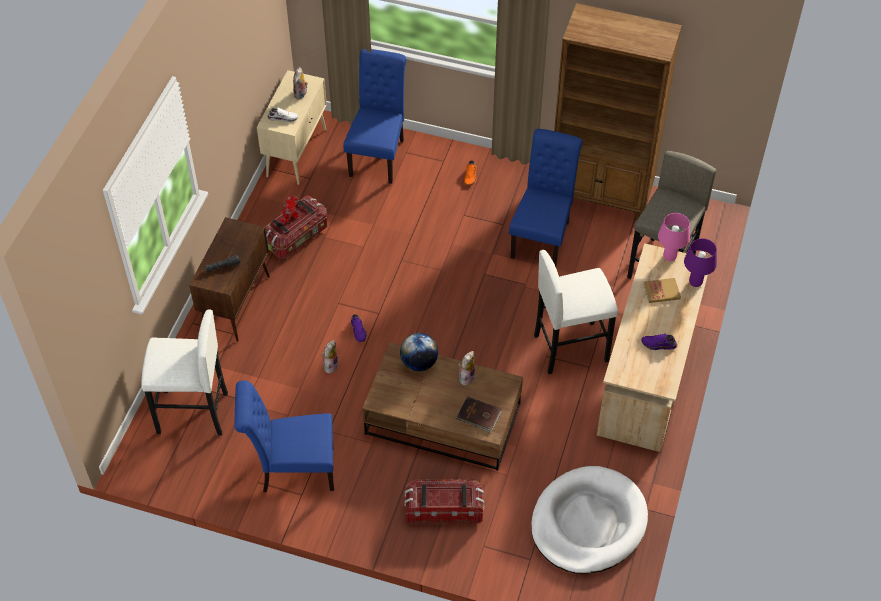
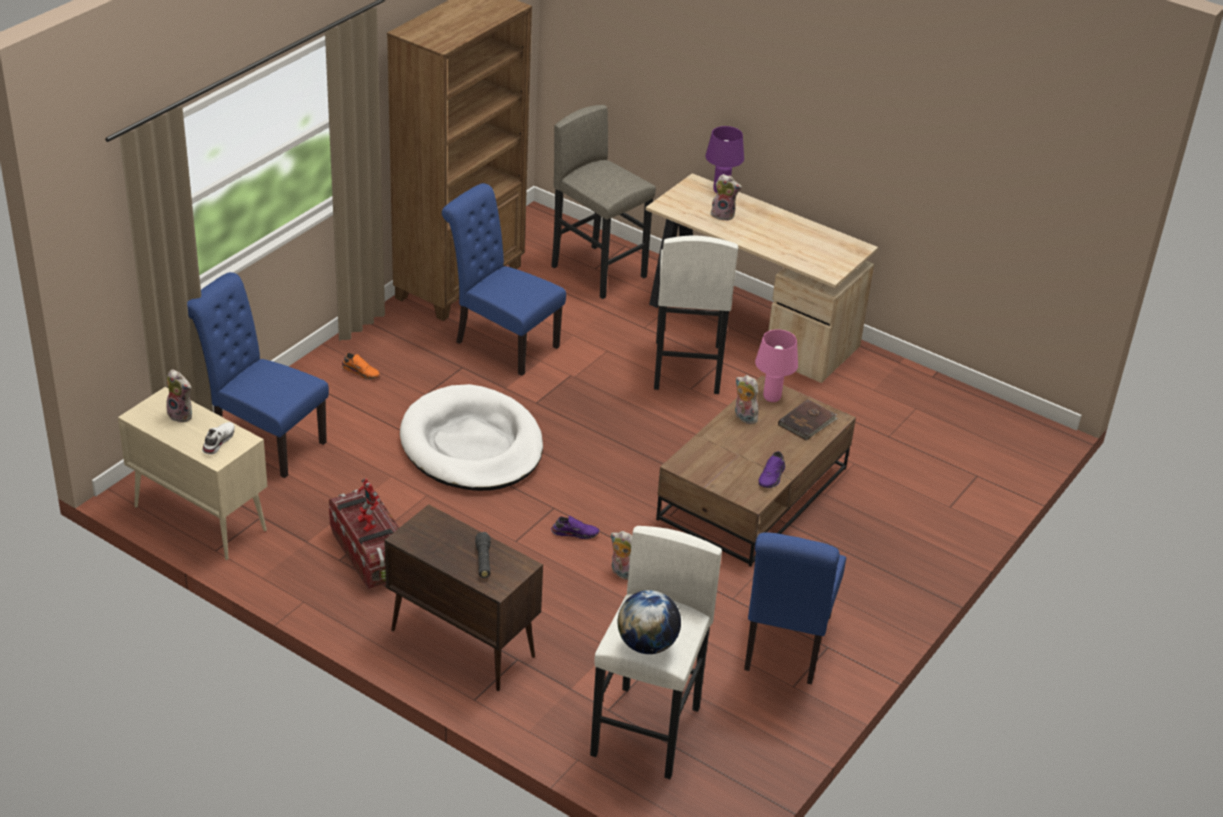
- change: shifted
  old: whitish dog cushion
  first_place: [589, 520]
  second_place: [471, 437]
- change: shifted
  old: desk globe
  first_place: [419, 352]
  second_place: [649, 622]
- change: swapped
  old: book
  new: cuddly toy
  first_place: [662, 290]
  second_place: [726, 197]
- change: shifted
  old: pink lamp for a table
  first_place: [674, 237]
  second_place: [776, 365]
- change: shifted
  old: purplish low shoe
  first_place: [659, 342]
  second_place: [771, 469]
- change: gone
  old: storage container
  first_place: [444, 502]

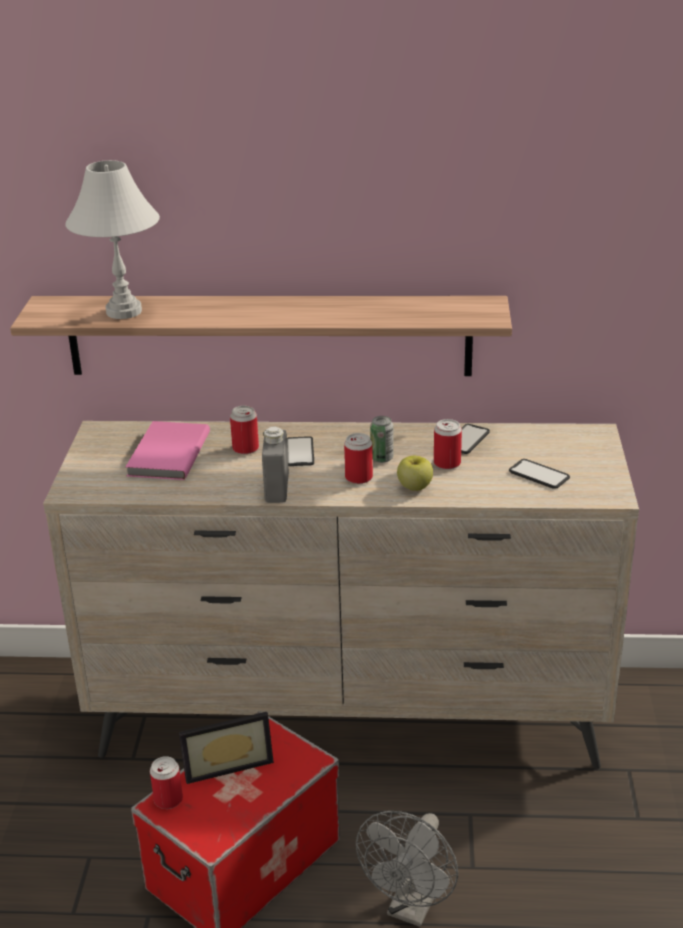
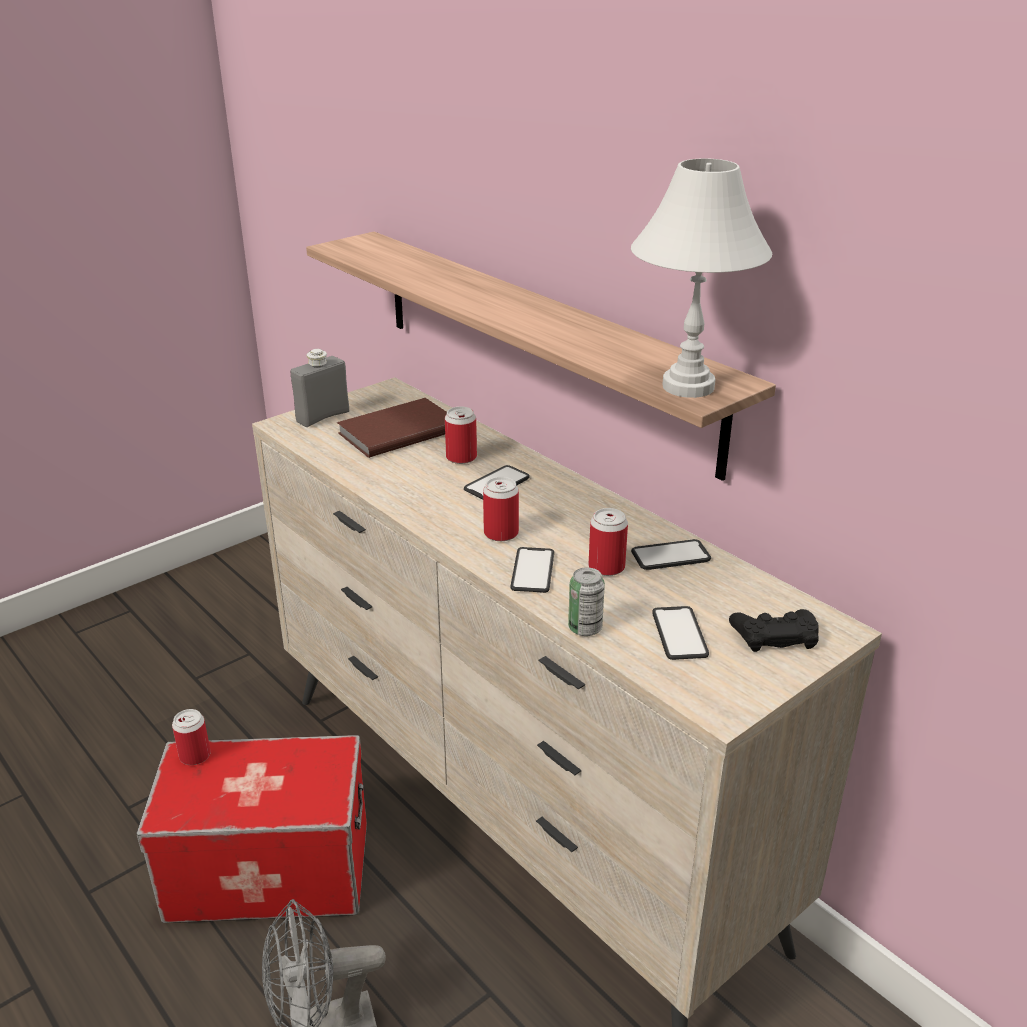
- change: shifted
  old: greyish bottle
  first_place: [275, 465]
  second_place: [320, 388]
- change: repainted
  old: pink book
  new: brownish book
  first_place: [168, 450]
  second_place: [392, 428]
- change: swapped
  old: apple
  new: telephone
  first_place: [415, 473]
  second_place: [532, 570]
- change: shifted
  old: metal can
  first_place: [382, 439]
  second_place: [586, 601]
- change: shifted
  old: whitish lamp for a table
  first_place: [112, 239]
  second_place: [701, 278]
- change: new
  new: black-coloured joypad
  second_place: [774, 630]
- change: gone
  old: picture frame
  first_place: [226, 748]

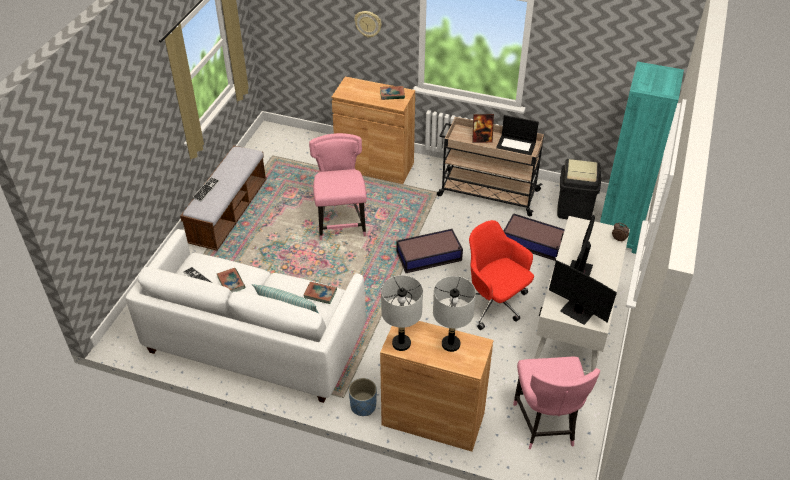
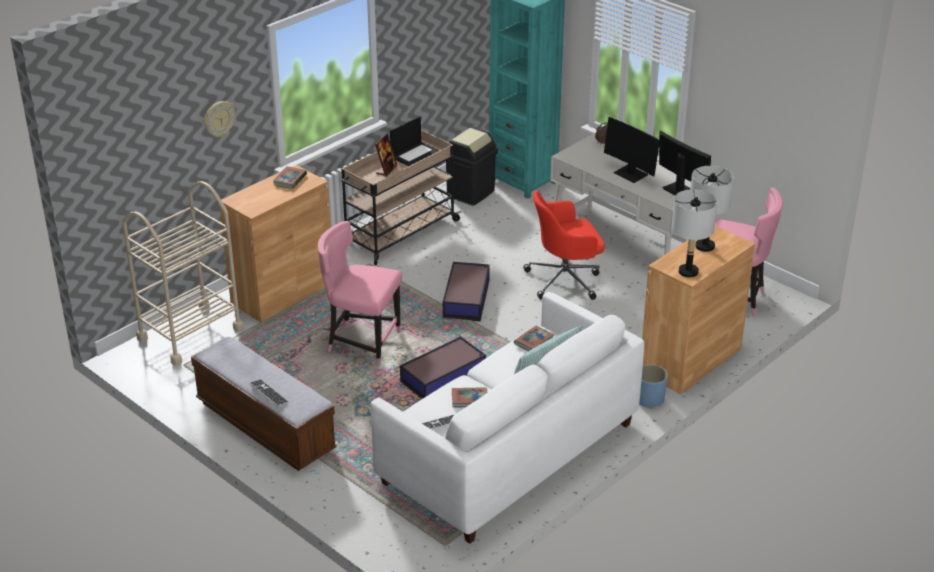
- change: new
  new: beige-coloured cart
  second_place: [183, 273]
- change: shifted
  old: storage container
  first_place: [534, 237]
  second_place: [443, 367]
- change: rotated
  old: monitor
  first_place: [583, 292]
  second_place: [685, 163]
  degrees: -105

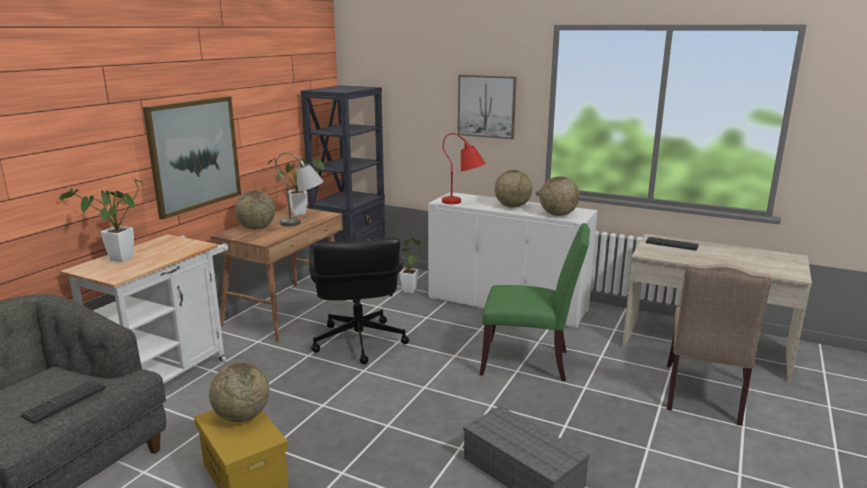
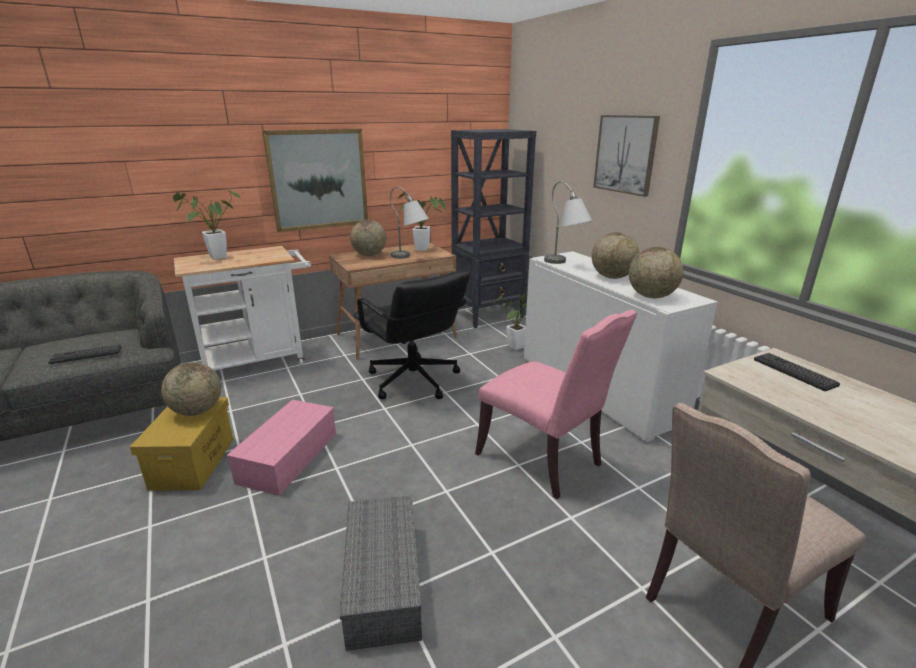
- change: new
  new: pink storage container
  second_place: [281, 448]
- change: rotated
  old: black-coloured computer chair
  first_place: [358, 301]
  second_place: [412, 334]
  degrees: -60
- change: repainted
  old: green-coloured plain chair
  new: pink plain chair
  first_place: [535, 302]
  second_place: [556, 404]
- change: repainted
  old: reddish lamp for a table
  new: greyish lamp for a table
  first_place: [464, 168]
  second_place: [568, 222]

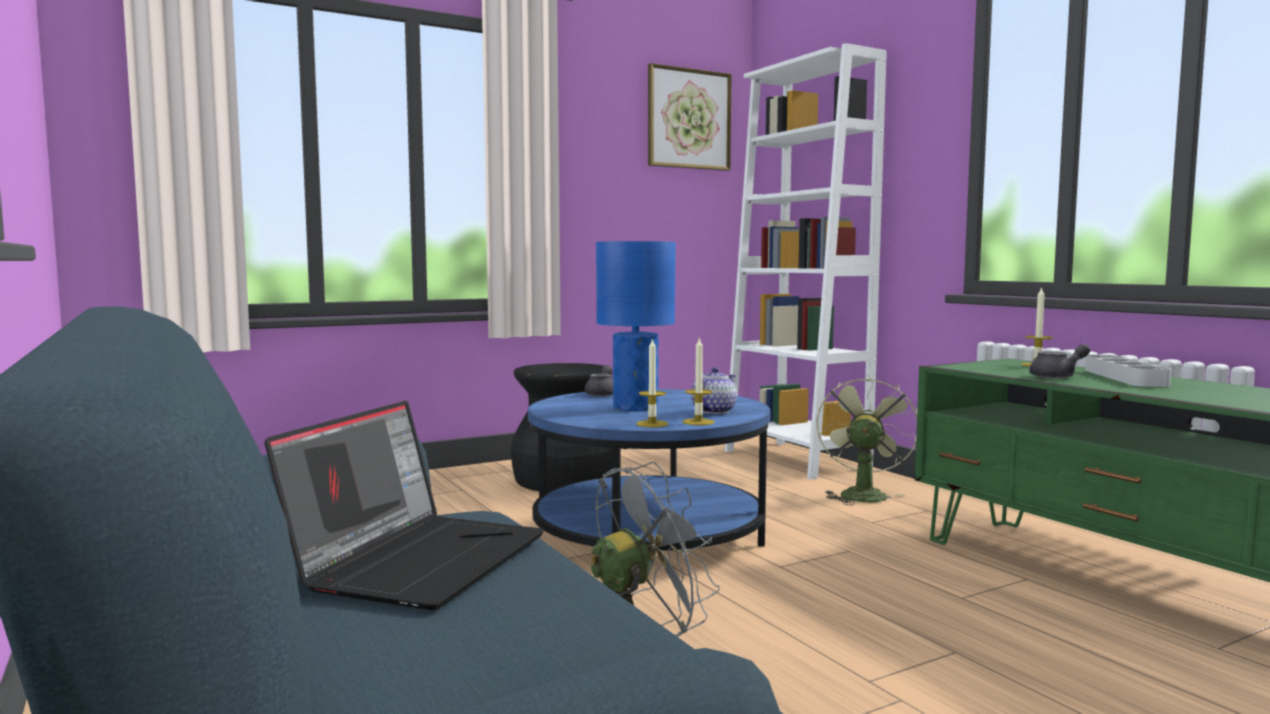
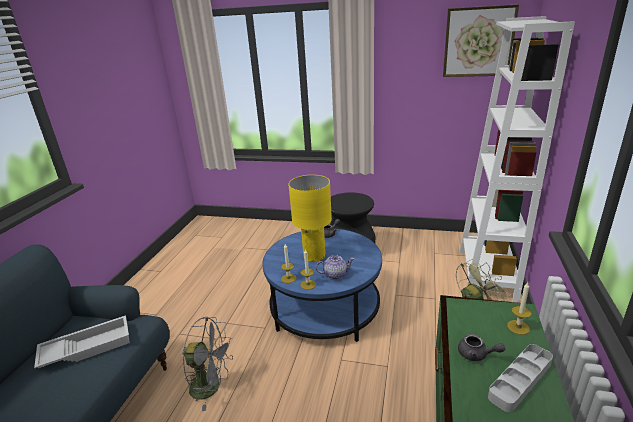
- change: swapped
  old: laptop
  new: whitish tray
  first_place: [404, 505]
  second_place: [82, 341]
- change: repainted
  old: blue lamp for a table
  new: yellowish lamp for a table
  first_place: [636, 326]
  second_place: [310, 218]

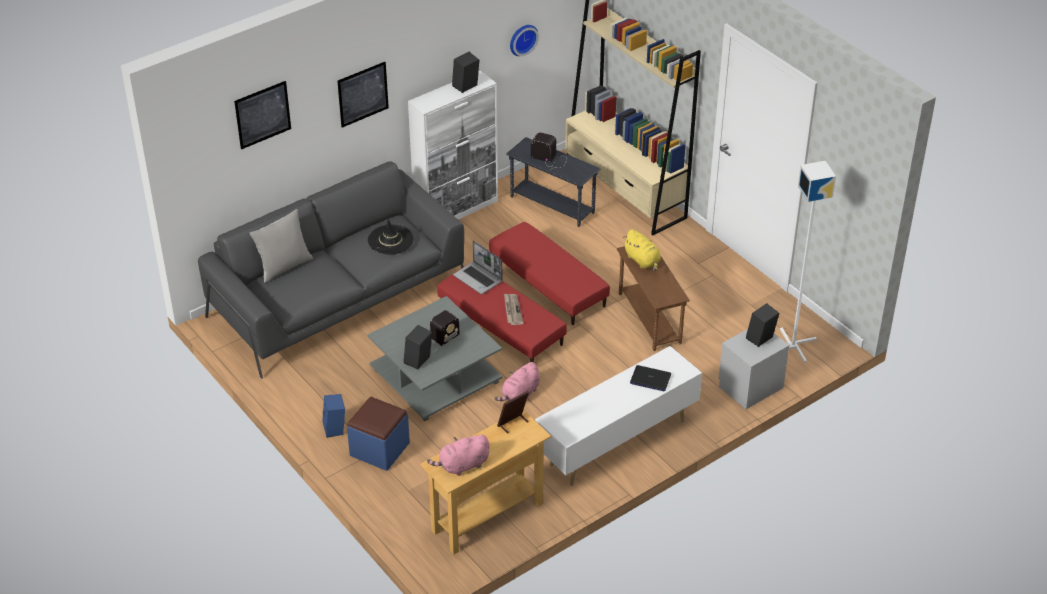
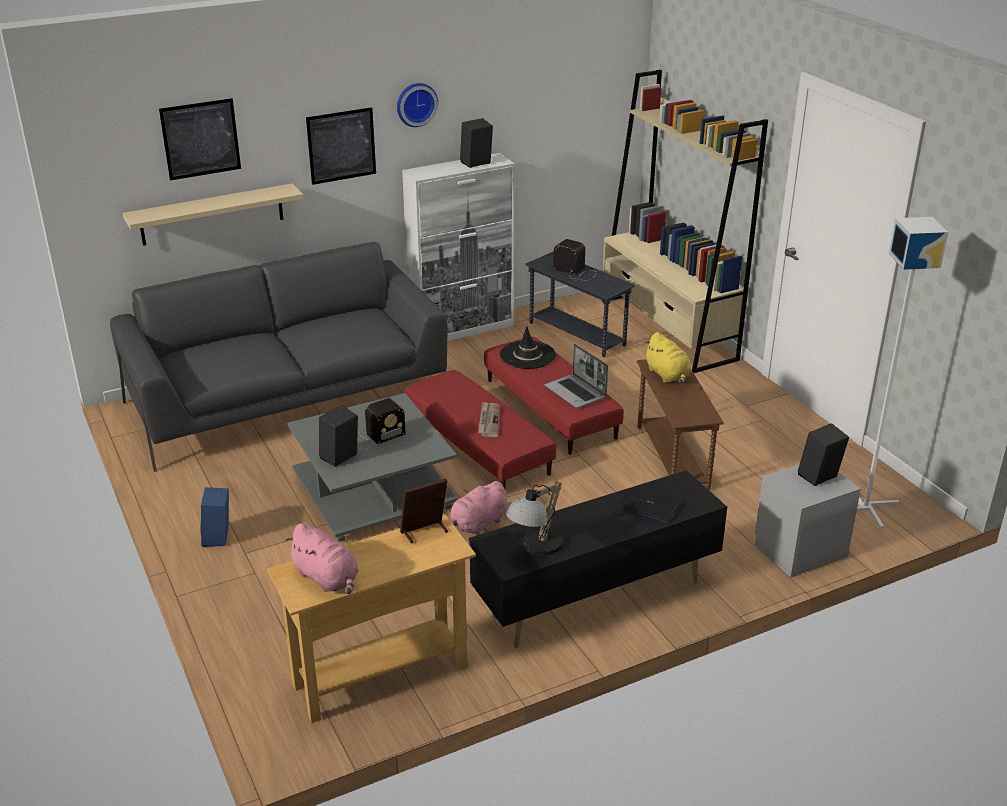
- change: new
  new: beige-coloured shelf
  second_place: [213, 214]
- change: rotated
  old: pink cuddly toy
  first_place: [458, 455]
  second_place: [322, 558]
  degrees: -120
- change: shifted
  old: wall clock
  first_place: [524, 40]
  second_place: [417, 105]
- change: repainted
  old: whitish tv stand
  new: black-coloured tv stand
  first_place: [618, 416]
  second_place: [598, 559]
- change: shifted
  old: black-coloured hat
  first_place: [391, 236]
  second_place: [528, 347]
- change: new
  new: lamp for a table
  second_place: [534, 518]
- change: shifted
  old: laptop
  first_place: [478, 267]
  second_place: [576, 376]
- change: gone
  old: greyish pillow
  first_place: [281, 246]
- change: gone
  old: blue footrest
  first_place: [378, 434]

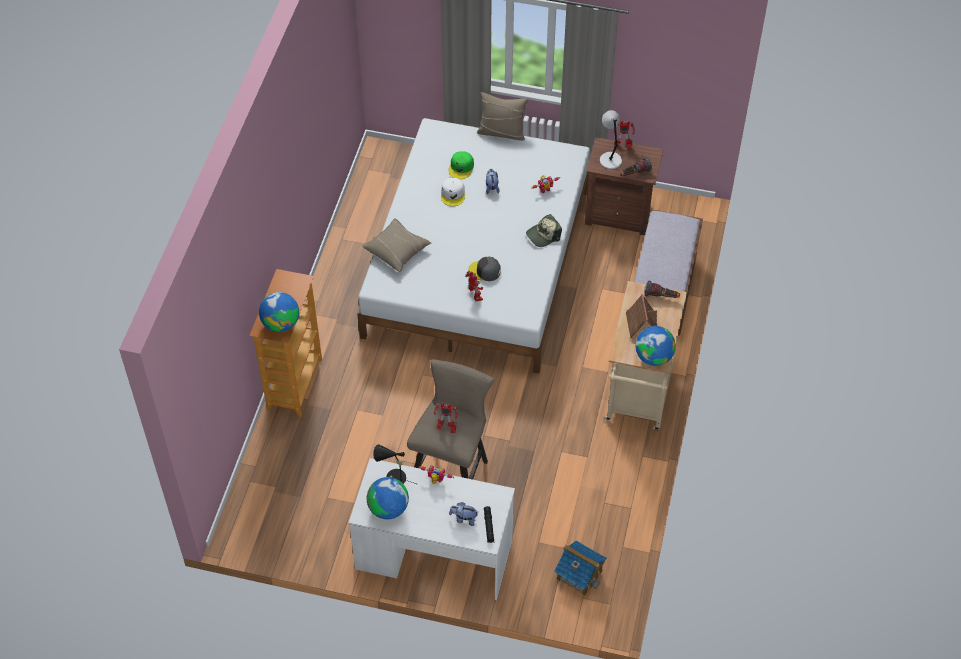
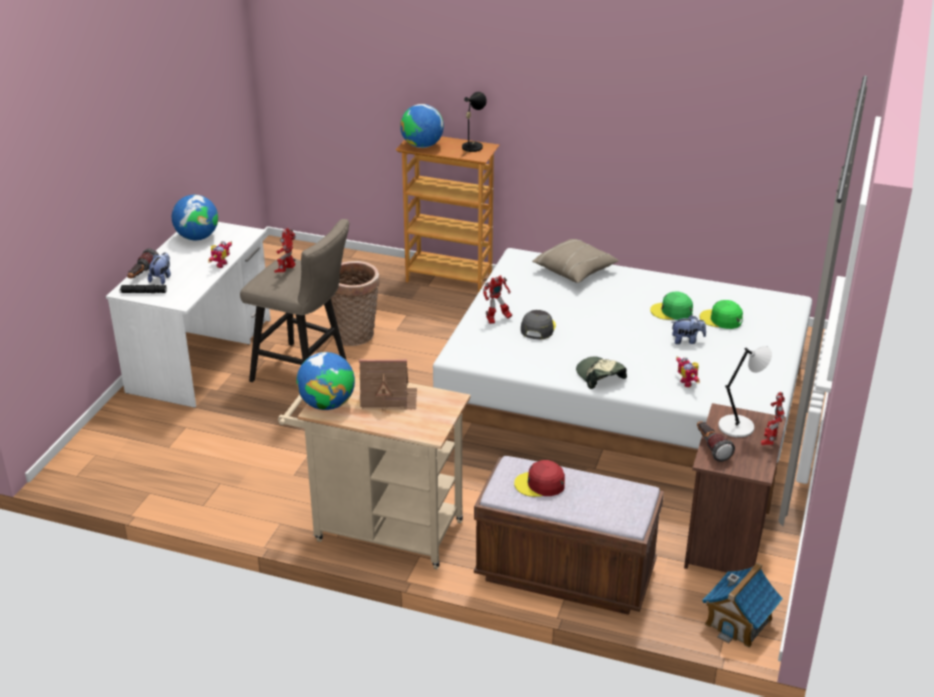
- change: shifted
  old: flashlight
  first_place: [662, 289]
  second_place: [143, 264]
- change: new
  new: basket
  second_place: [355, 303]
- change: shifted
  old: black-coloured lamp for a table
  first_place: [394, 464]
  second_place: [474, 123]
- change: new
  new: reddish peaked cap
  second_place: [539, 478]
- change: repainted
  old: whitish peaked cap
  new: green-coloured peaked cap
  first_place: [453, 192]
  second_place: [671, 305]
- change: shifted
  old: miniature house
  first_place: [580, 568]
  second_place: [742, 605]
- change: gone
  old: beige-coloured pillow
  first_place: [502, 116]

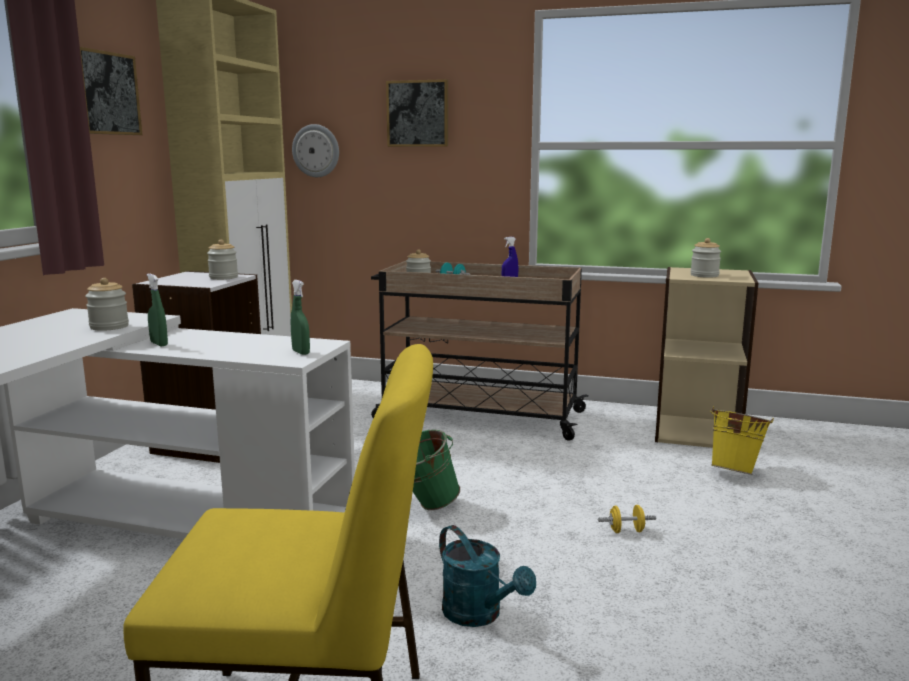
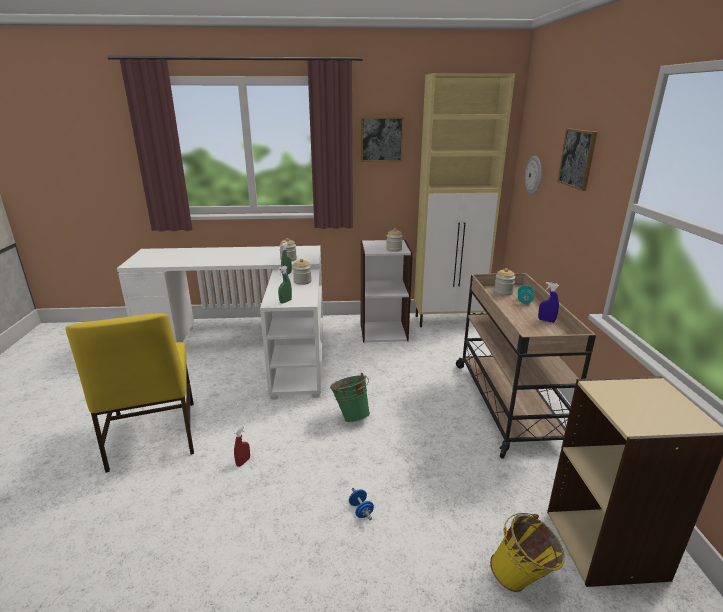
- change: swapped
  old: blue-green watering pot
  new: reddish hand sprayer
  first_place: [487, 576]
  second_place: [242, 446]
- change: shifted
  old: jar
  first_place: [706, 258]
  second_place: [302, 272]
- change: repainted
  old: yellowish hand weight
  new: blue hand weight
  first_place: [627, 519]
  second_place: [361, 504]

